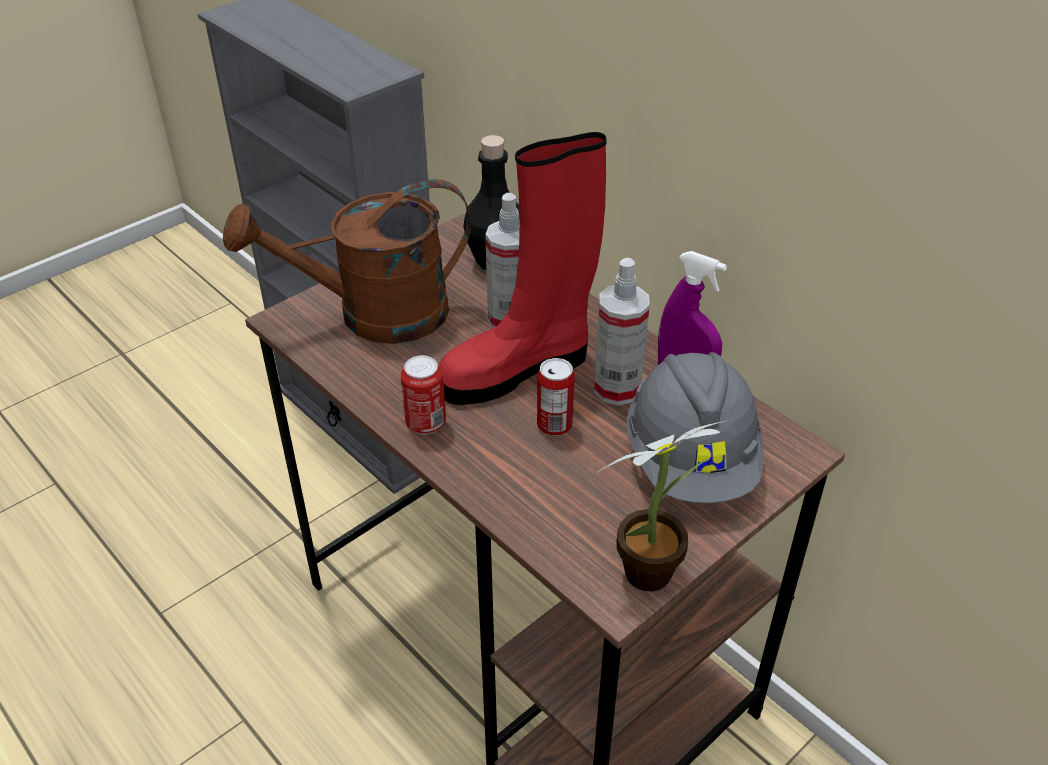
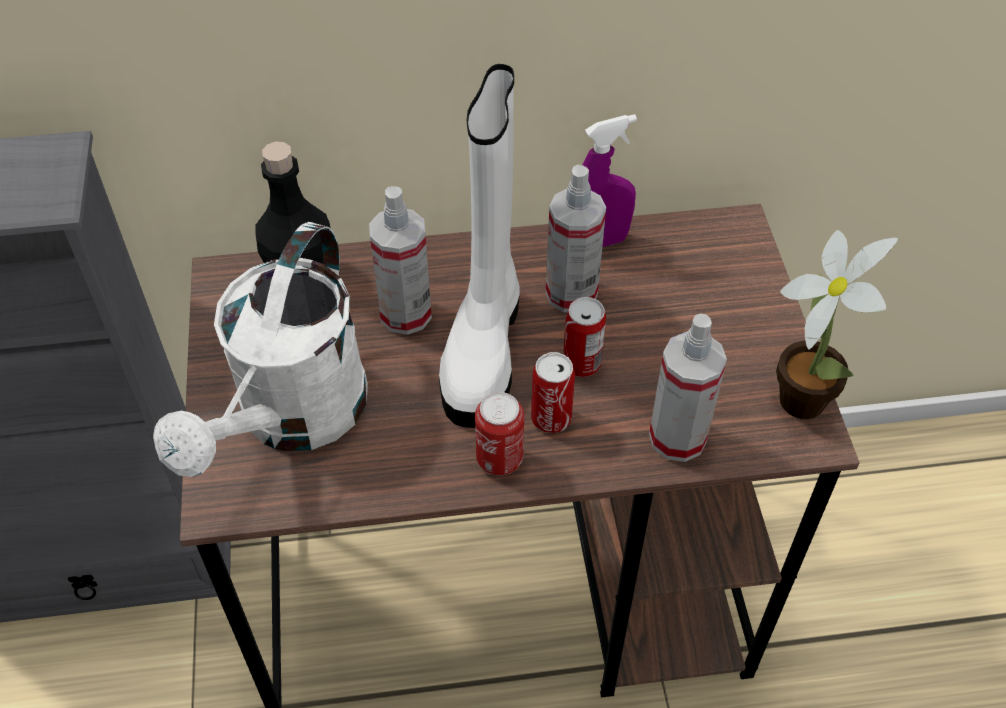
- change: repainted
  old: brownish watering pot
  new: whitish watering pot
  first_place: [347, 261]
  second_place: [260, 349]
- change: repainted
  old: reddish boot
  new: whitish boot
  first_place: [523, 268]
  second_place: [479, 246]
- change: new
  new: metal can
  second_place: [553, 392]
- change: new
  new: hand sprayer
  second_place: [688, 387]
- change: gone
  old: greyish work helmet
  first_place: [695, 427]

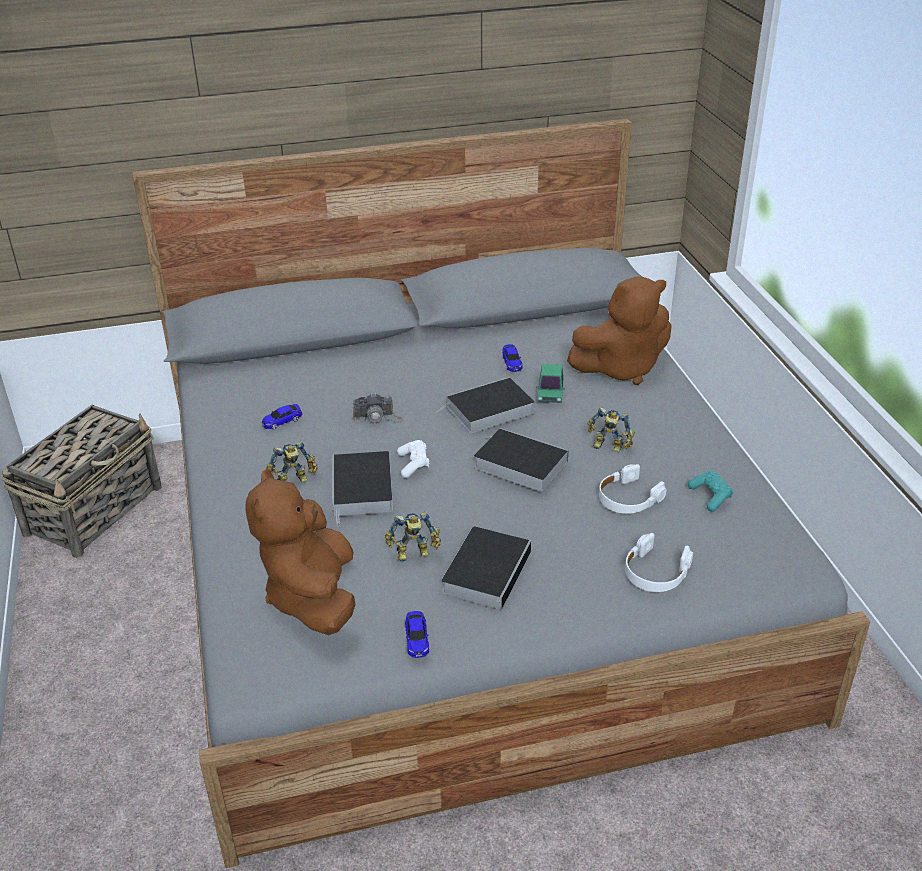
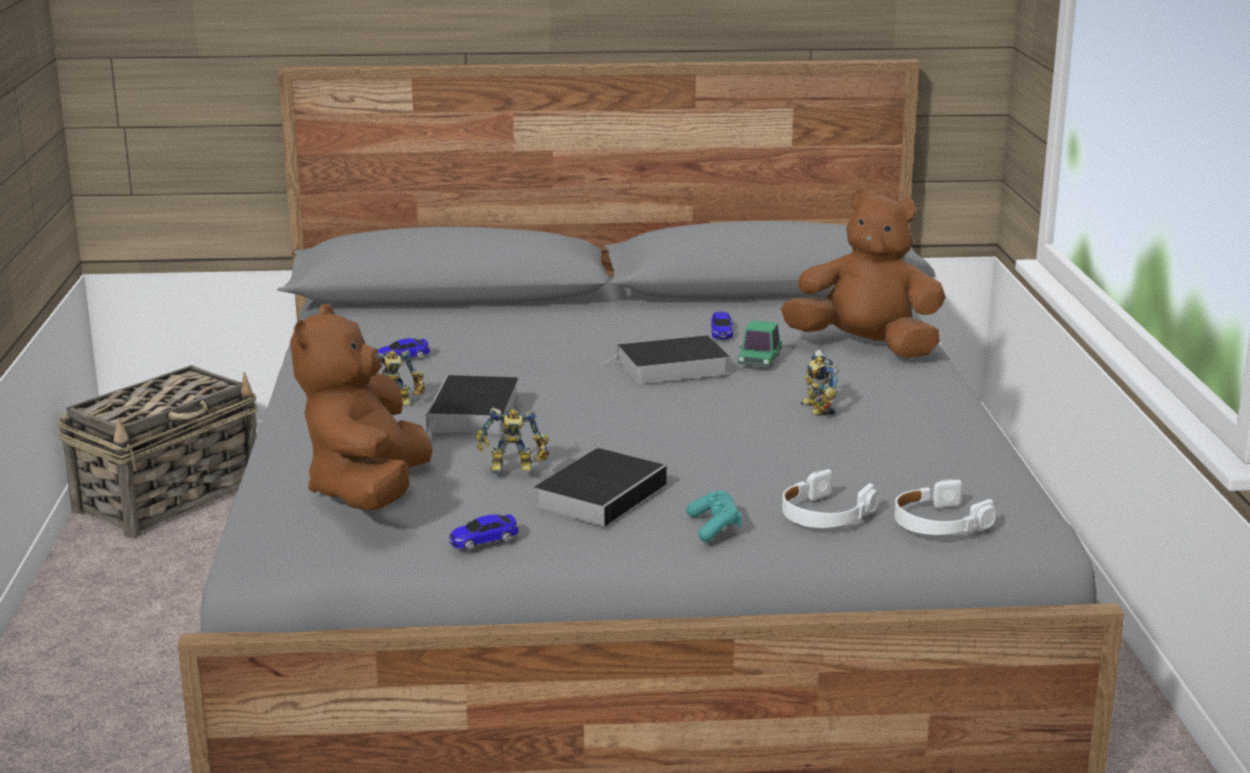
- change: rotated
  old: model car
  first_place: [417, 634]
  second_place: [484, 532]
  degrees: 60
- change: shifted
  old: blue-green joypad
  first_place: [710, 491]
  second_place: [714, 516]
- change: rotated
  old: brownish cuddly toy
  first_place: [619, 330]
  second_place: [863, 273]
  degrees: -150
- change: rotated
  old: toy robot
  first_place: [611, 429]
  second_place: [819, 382]
  degrees: 45
- change: shifted
  old: whitish headset
  first_place: [633, 489]
  second_place: [945, 507]
- change: gone
  old: photo camera
  first_place: [378, 408]
- change: gone
  old: whitish joypad
  first_place: [413, 459]
- change: gone
  old: book
  first_place: [521, 460]

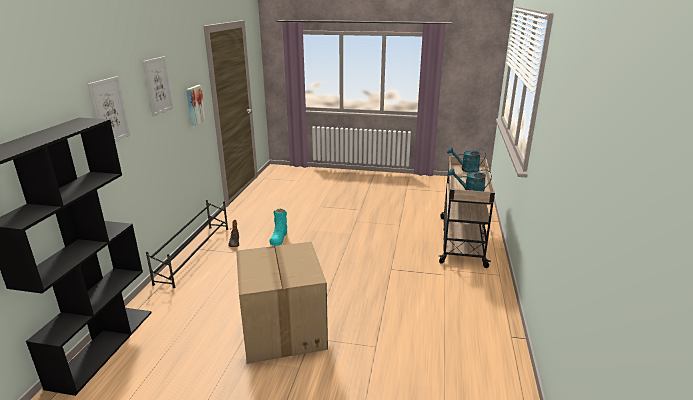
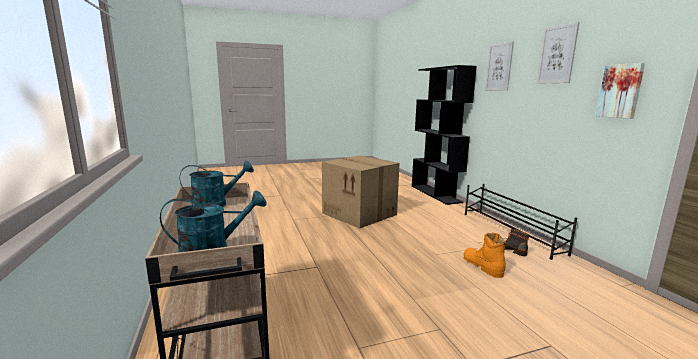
- change: repainted
  old: blue-green boot
  new: orange boot
  first_place: [278, 227]
  second_place: [485, 255]

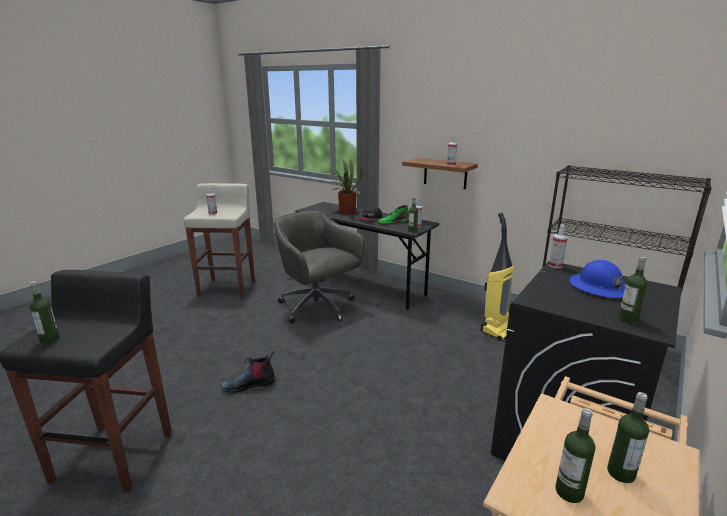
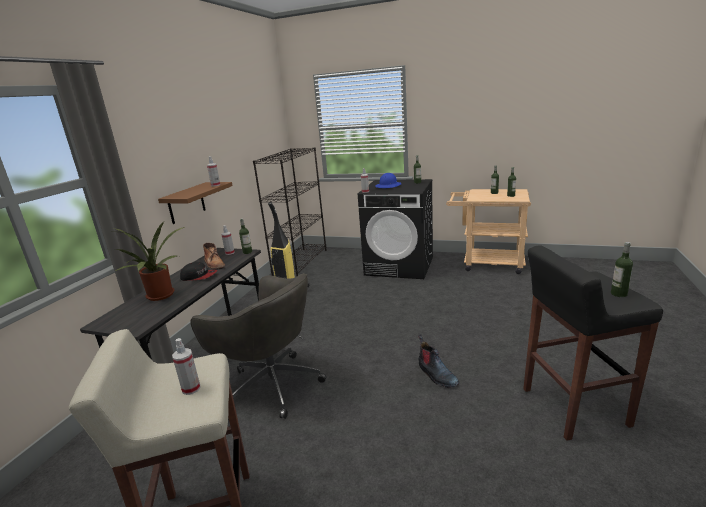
- change: rotated
  old: greyish computer chair
  first_place: [319, 267]
  second_place: [258, 346]
  degrees: -90
- change: repainted
  old: green-coloured boot
  new: brownish boot
  first_place: [393, 215]
  second_place: [214, 256]

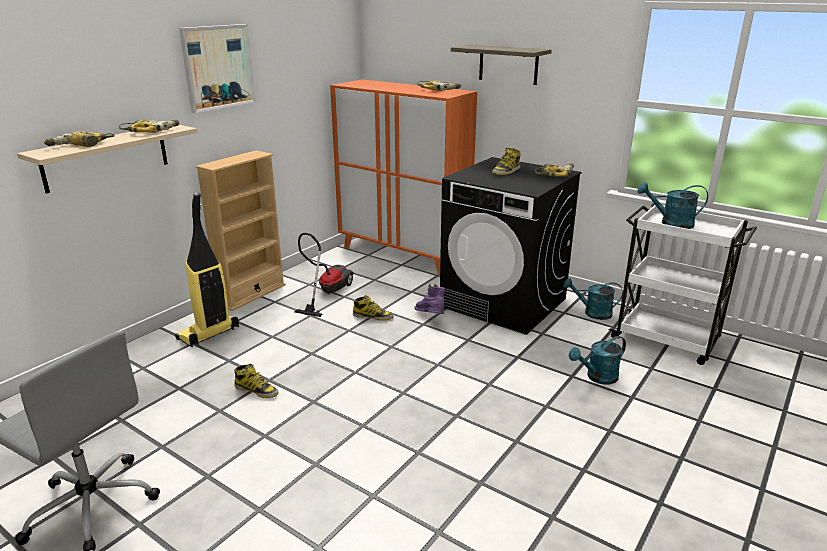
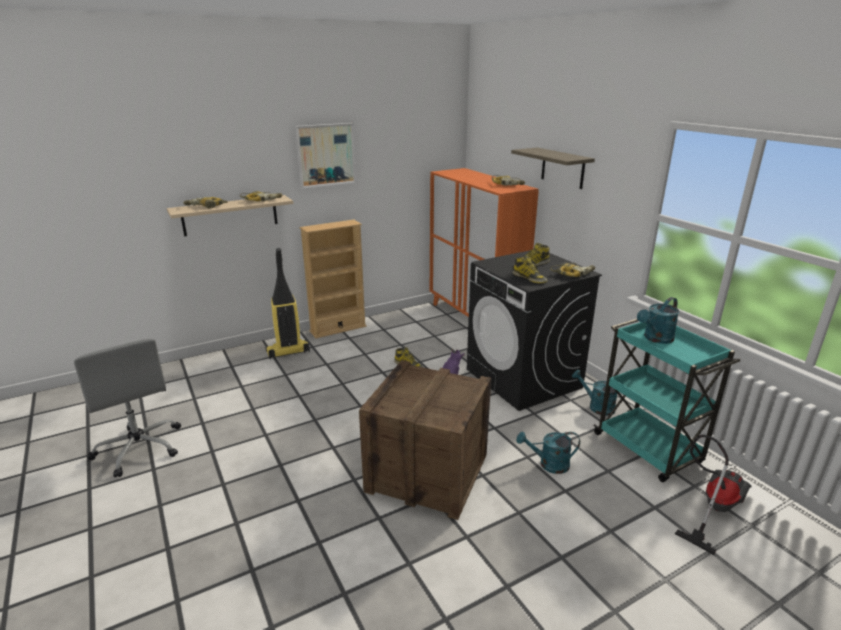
- change: new
  new: packing crate
  second_place: [425, 440]
- change: shifted
  old: boot
  first_place: [256, 381]
  second_place: [530, 269]
- change: repainted
  old: whitish cart
  new: blue-green cart
  first_place: [682, 284]
  second_place: [666, 400]
- change: rotated
  old: blue-green watering pot
  first_place: [672, 205]
  second_place: [658, 320]
  degrees: -75
- change: shifted
  old: vacuum cleaner
  first_place: [324, 275]
  second_place: [713, 494]

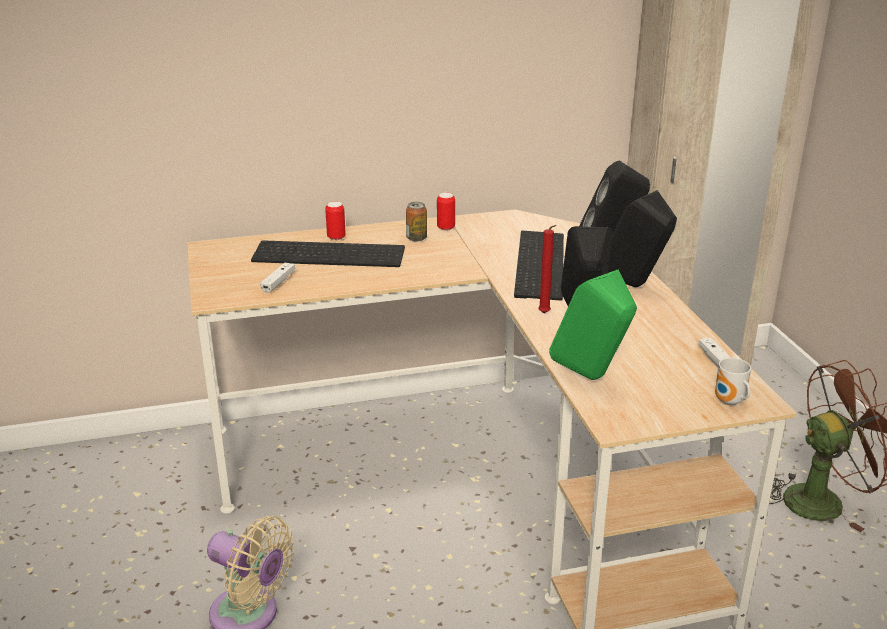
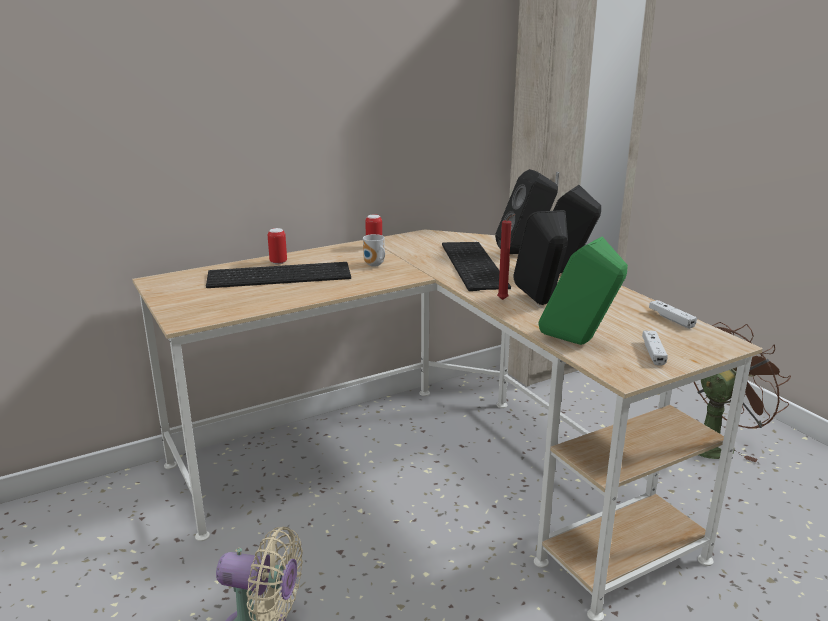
- change: shifted
  old: tea mug
  first_place: [733, 381]
  second_place: [374, 250]
- change: shifted
  old: whitish joypad
  first_place: [277, 277]
  second_place: [655, 348]
- change: gone
  old: metal can
  first_place: [416, 221]

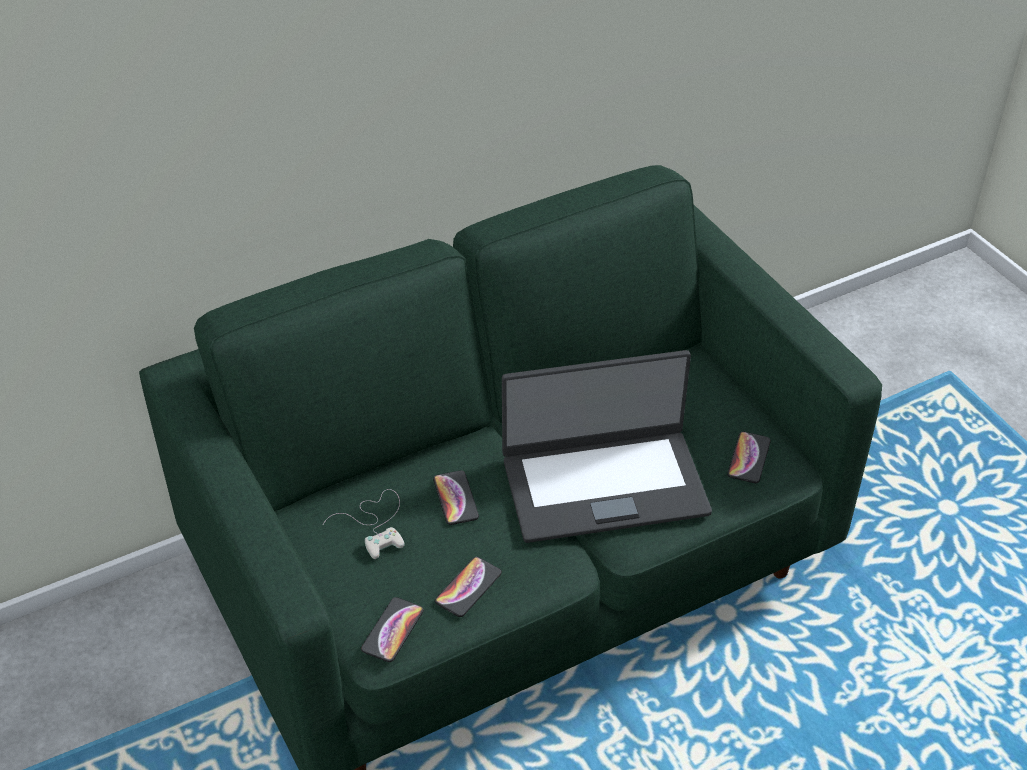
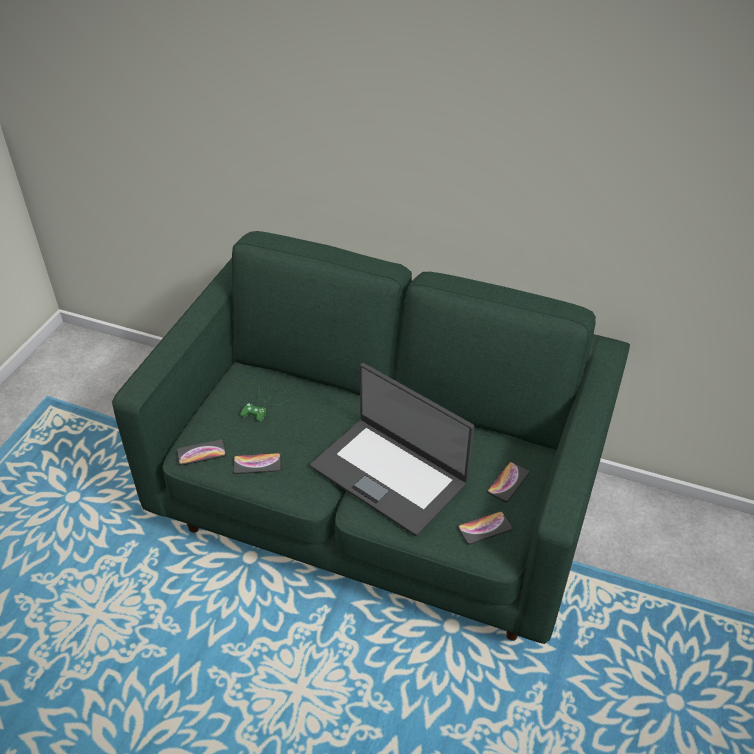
- change: repainted
  old: whitish joypad
  new: green-coloured joypad
  first_place: [363, 524]
  second_place: [266, 402]
- change: shifted
  old: telephone
  first_place: [456, 497]
  second_place: [508, 482]

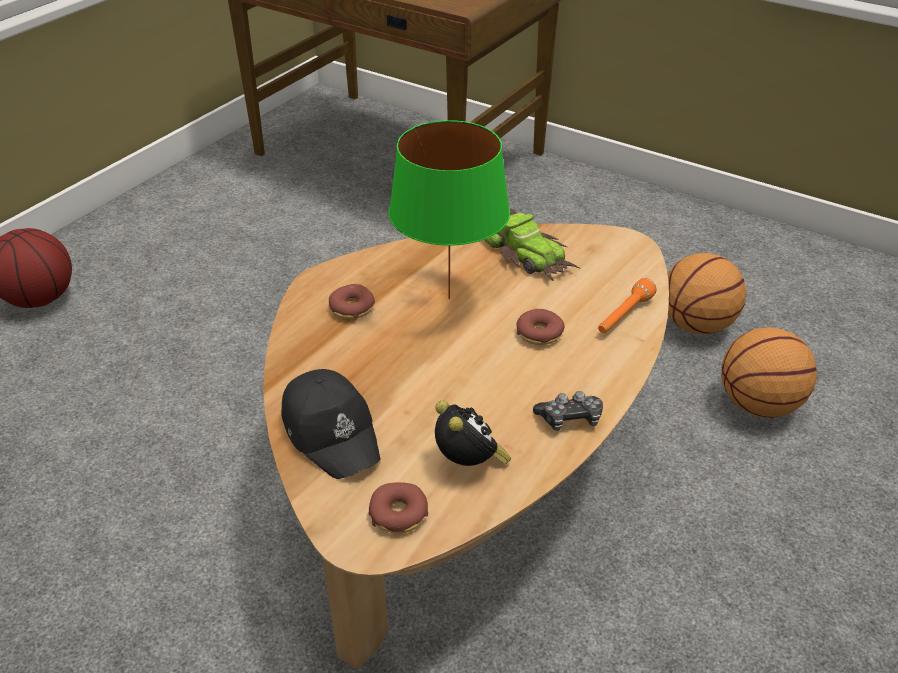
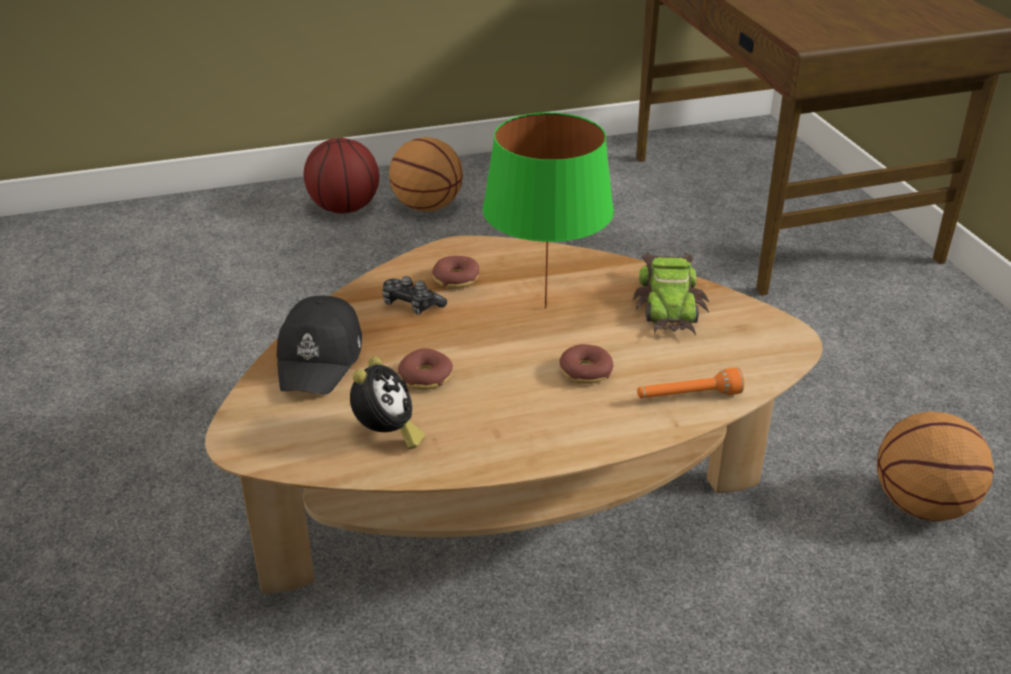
- change: shifted
  old: joypad
  first_place: [568, 411]
  second_place: [414, 295]
- change: shifted
  old: basketball
  first_place: [769, 372]
  second_place: [426, 174]
- change: shifted
  old: donut
  first_place: [398, 508]
  second_place: [425, 369]

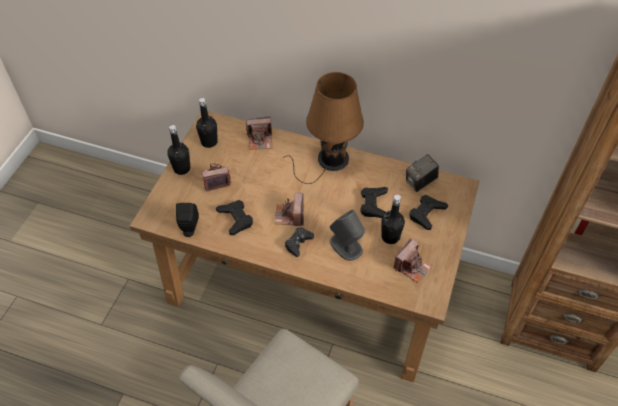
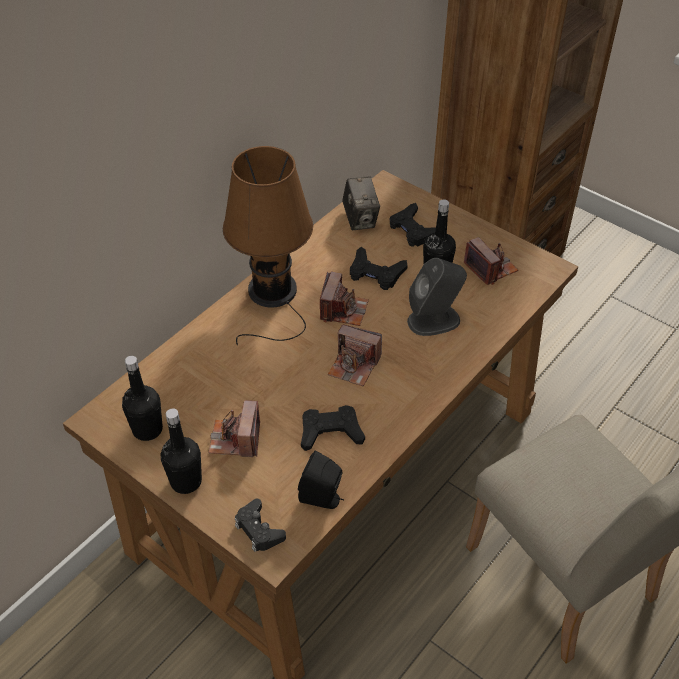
- change: shifted
  old: black-coloured joypad
  first_place: [299, 242]
  second_place: [260, 525]
- change: shifted
  old: photo camera
  first_place: [259, 133]
  second_place: [344, 298]

